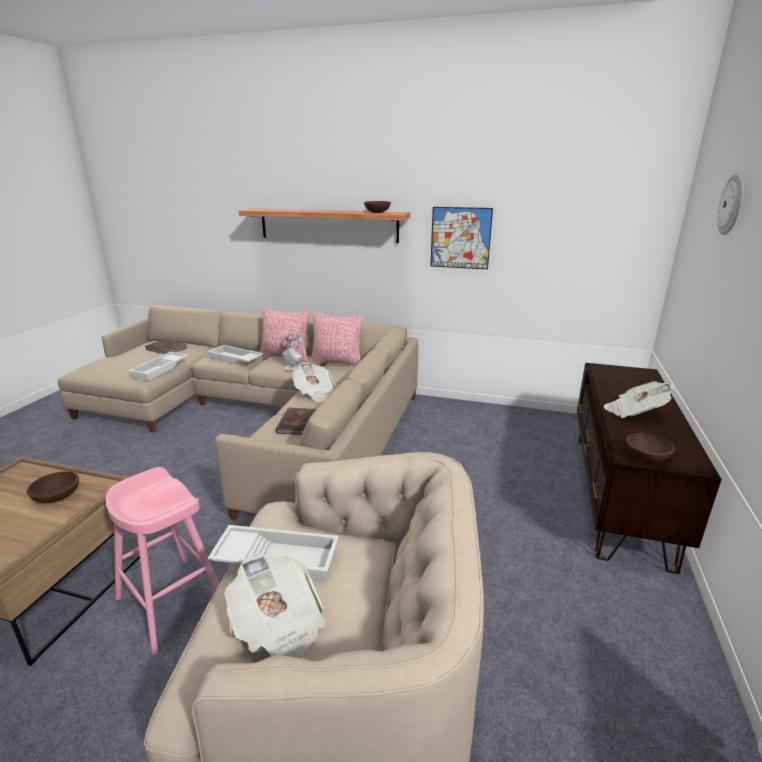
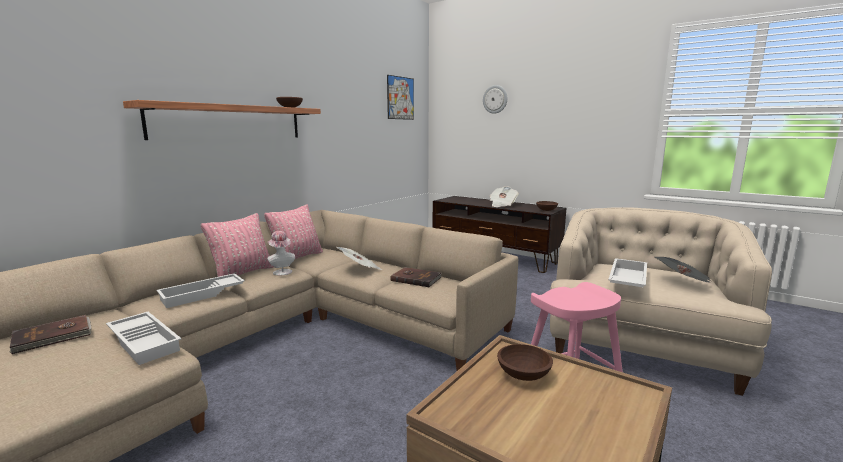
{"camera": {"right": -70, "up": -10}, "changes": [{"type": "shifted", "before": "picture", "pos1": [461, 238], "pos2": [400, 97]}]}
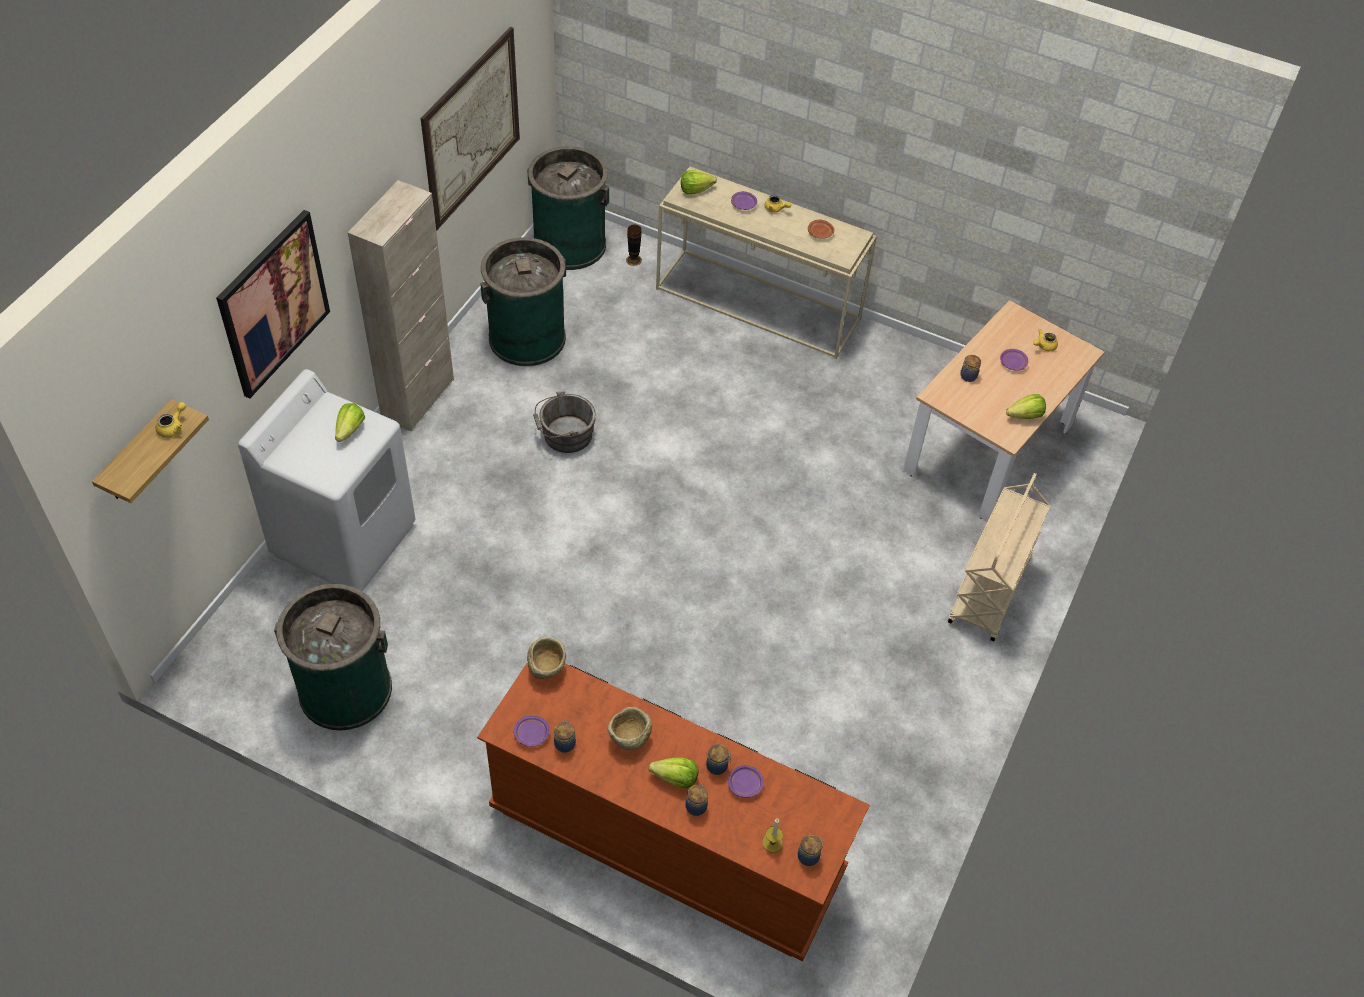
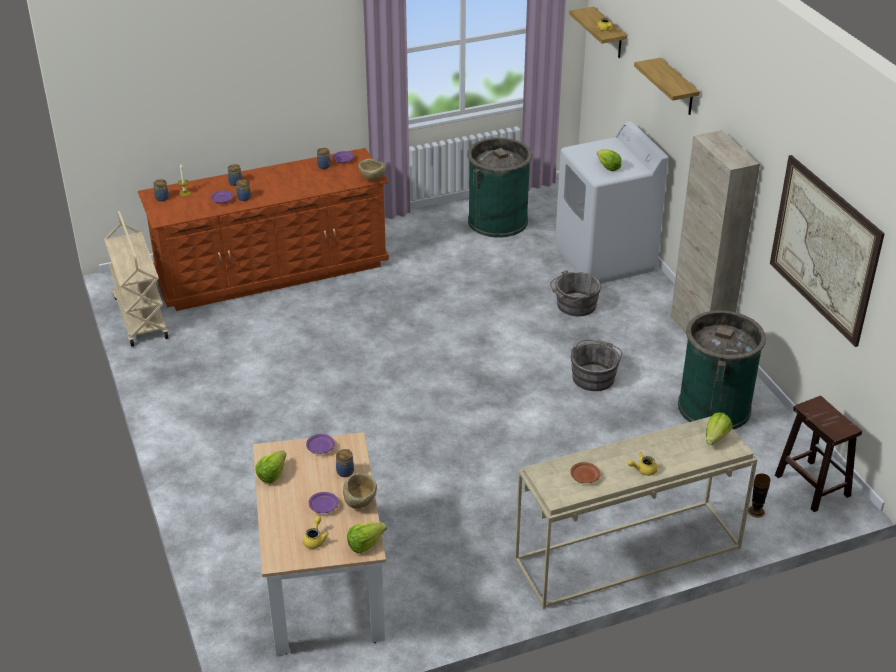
{"camera": {"right": 135, "up": -15}, "changes": [{"type": "shifted", "before": "beige cart", "pos1": [999, 557], "pos2": [136, 279]}, {"type": "shifted", "before": "purple plate", "pos1": [744, 200], "pos2": [320, 444]}, {"type": "shifted", "before": "beige bowl", "pos1": [629, 728], "pos2": [360, 491]}, {"type": "shifted", "before": "lettuce", "pos1": [674, 773], "pos2": [367, 537]}, {"type": "new", "after": "grey bucket", "pos2": [575, 293]}, {"type": "swapped", "before": "picture", "after": "shelf", "pos1": [273, 304], "pos2": [667, 86]}, {"type": "swapped", "before": "green trash can", "after": "brown stool", "pos1": [568, 208], "pos2": [818, 454]}]}
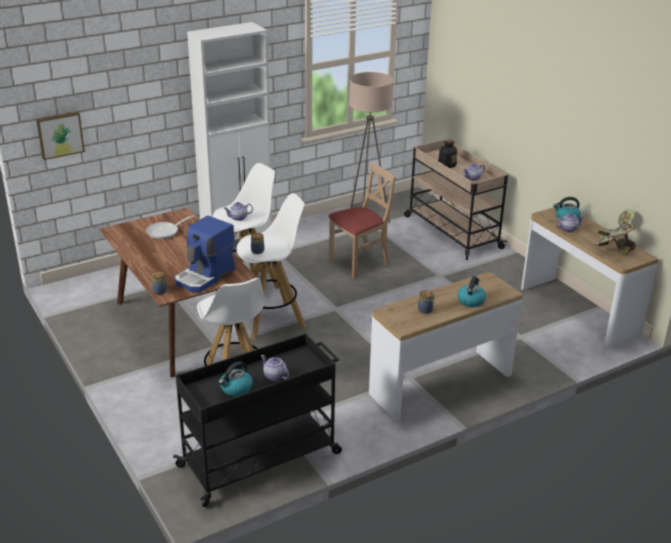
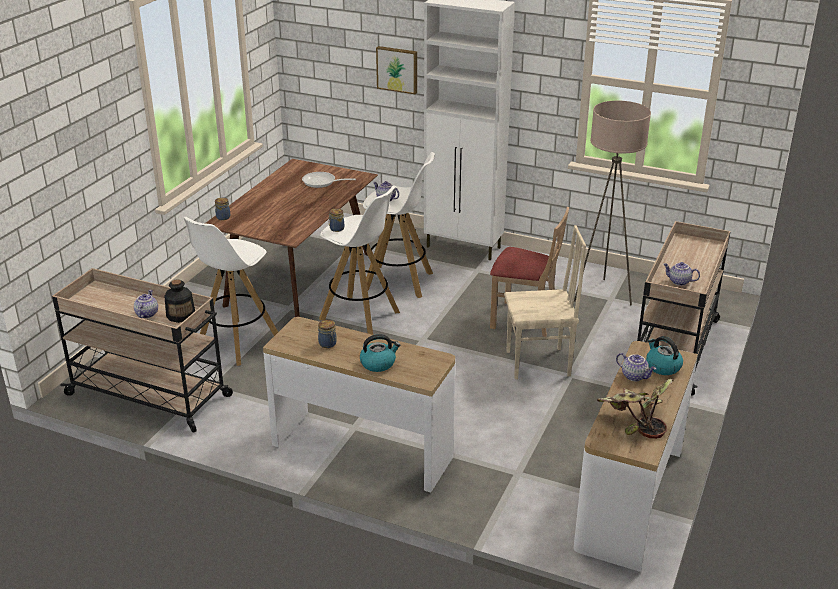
{"camera": {"right": 55, "up": 0}, "changes": [{"type": "repainted", "before": "black cart", "after": "beige cart", "pos1": [257, 420], "pos2": [142, 350]}, {"type": "shifted", "before": "bottle", "pos1": [447, 154], "pos2": [179, 301]}, {"type": "shifted", "before": "picture", "pos1": [60, 136], "pos2": [396, 70]}, {"type": "new", "after": "beige chair", "pos2": [545, 302]}, {"type": "gone", "before": "coffee machine", "pos1": [205, 254]}, {"type": "gone", "before": "kettle", "pos1": [236, 378]}]}
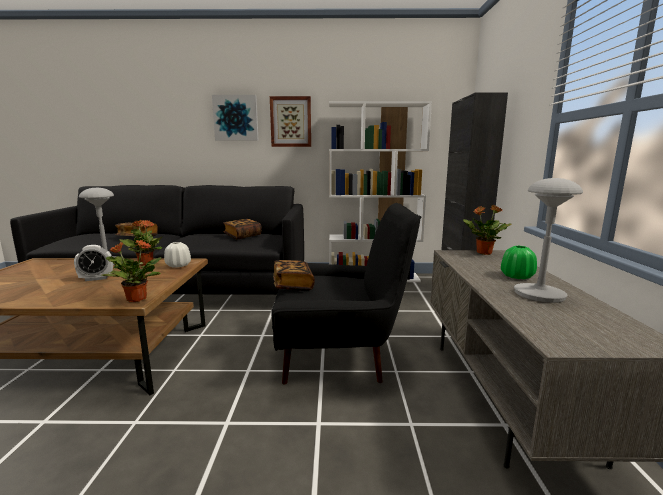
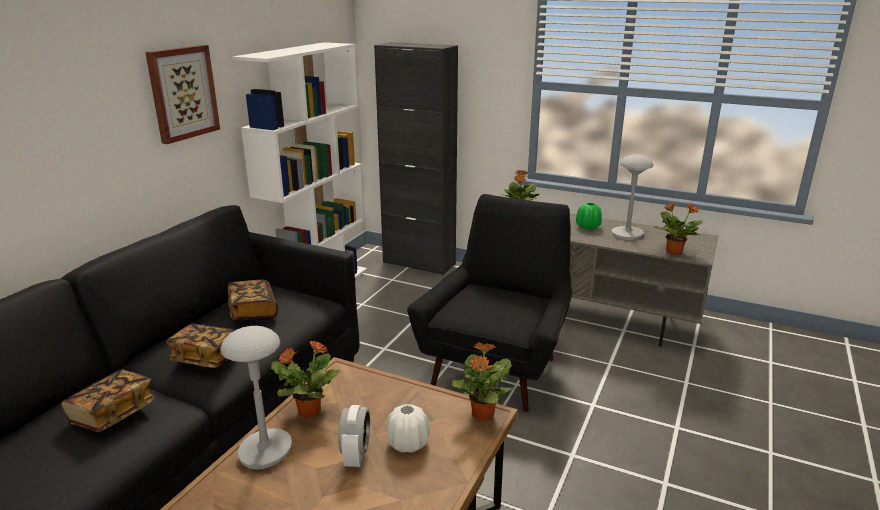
{"camera": {"right": -65, "up": 10}, "changes": [{"type": "shifted", "before": "book", "pos1": [294, 275], "pos2": [200, 346]}, {"type": "shifted", "before": "white vase", "pos1": [177, 255], "pos2": [408, 428]}, {"type": "new", "after": "potted plant", "pos2": [678, 228]}, {"type": "gone", "before": "picture", "pos1": [235, 118]}]}
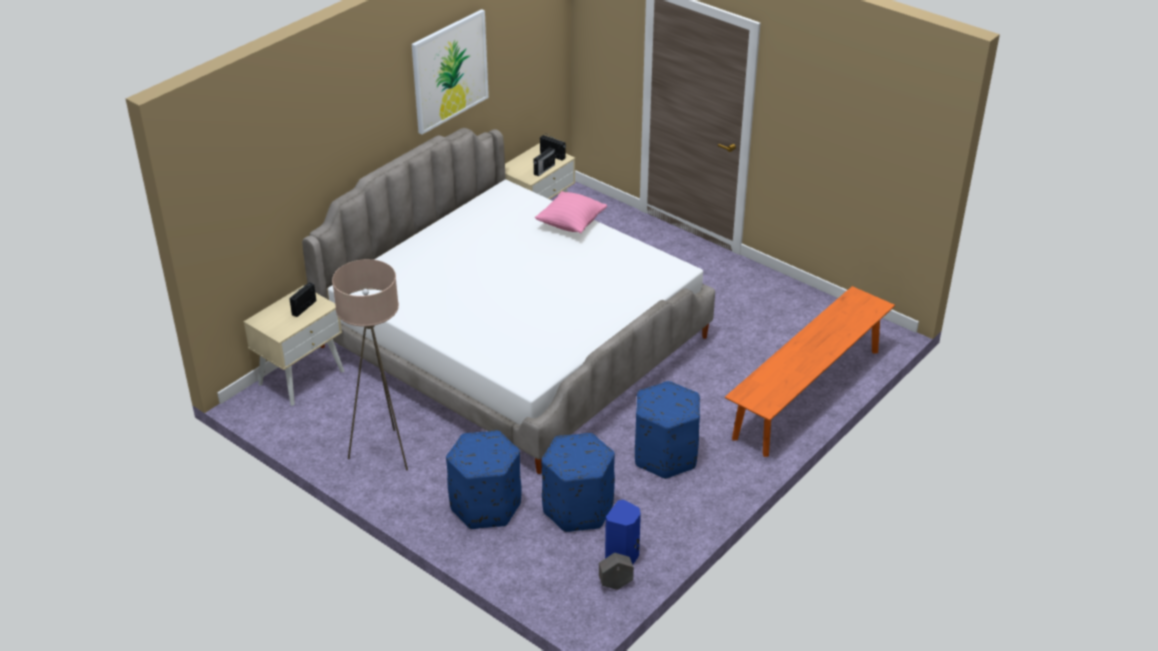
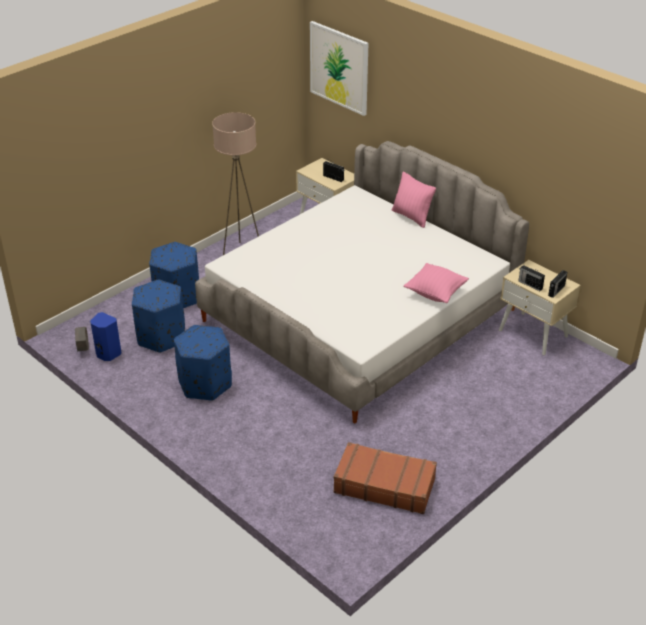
{"camera": {"right": 95, "up": 0}, "changes": [{"type": "shifted", "before": "picture", "pos1": [450, 72], "pos2": [339, 68]}, {"type": "new", "after": "brown suitcase", "pos2": [385, 478]}, {"type": "new", "after": "pink pillow", "pos2": [413, 200]}, {"type": "gone", "before": "orange bench", "pos1": [810, 371]}]}
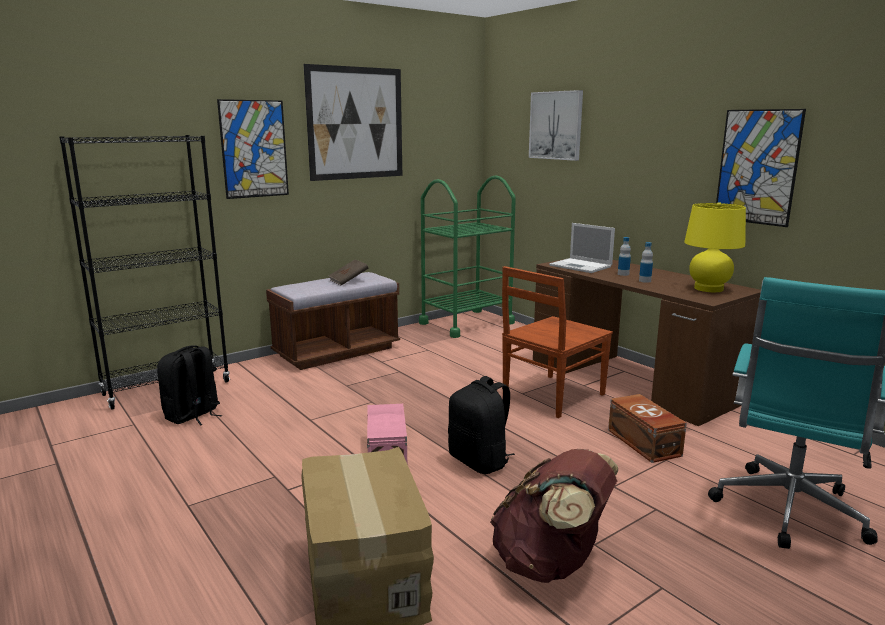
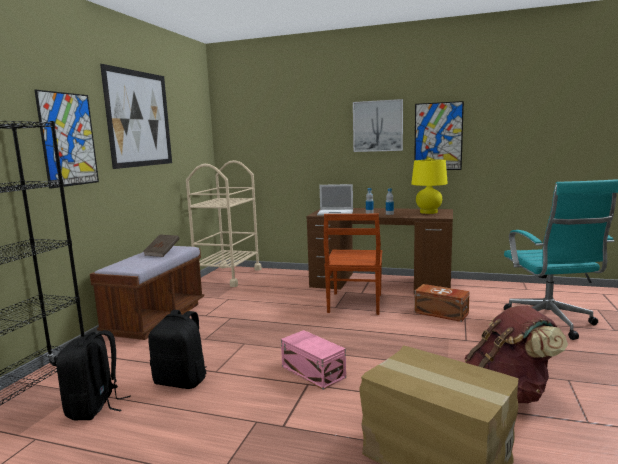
{"camera": {"right": -35, "up": -5}, "changes": [{"type": "shifted", "before": "black backpack", "pos1": [481, 425], "pos2": [177, 349]}, {"type": "repainted", "before": "green cart", "after": "beige cart", "pos1": [467, 257], "pos2": [224, 223]}, {"type": "shifted", "before": "picture", "pos1": [556, 125], "pos2": [378, 125]}]}
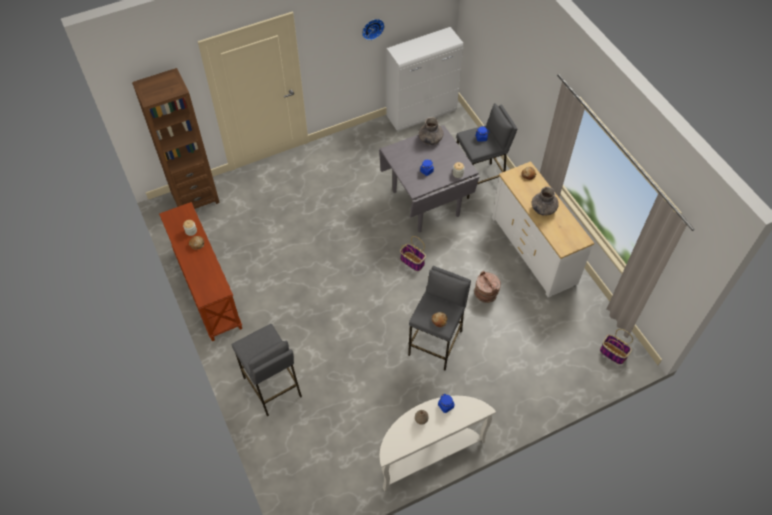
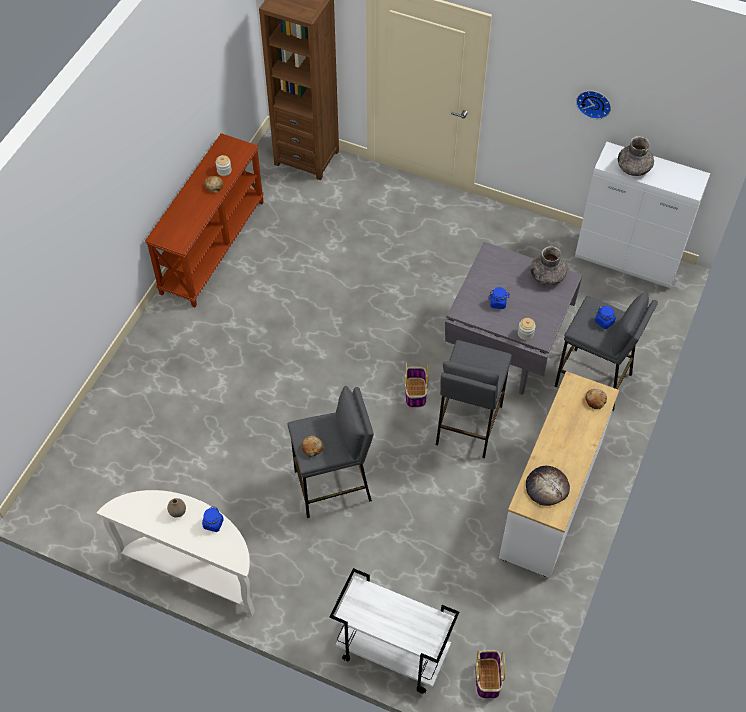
{"camera": {"right": 50, "up": 0}, "changes": [{"type": "new", "after": "white cart", "pos2": [394, 631]}, {"type": "shifted", "before": "grey stool", "pos1": [267, 370], "pos2": [474, 399]}, {"type": "new", "after": "bread", "pos2": [548, 486]}, {"type": "shifted", "before": "grey vase", "pos1": [545, 201], "pos2": [636, 156]}, {"type": "gone", "before": "brown bucket", "pos1": [487, 287]}]}
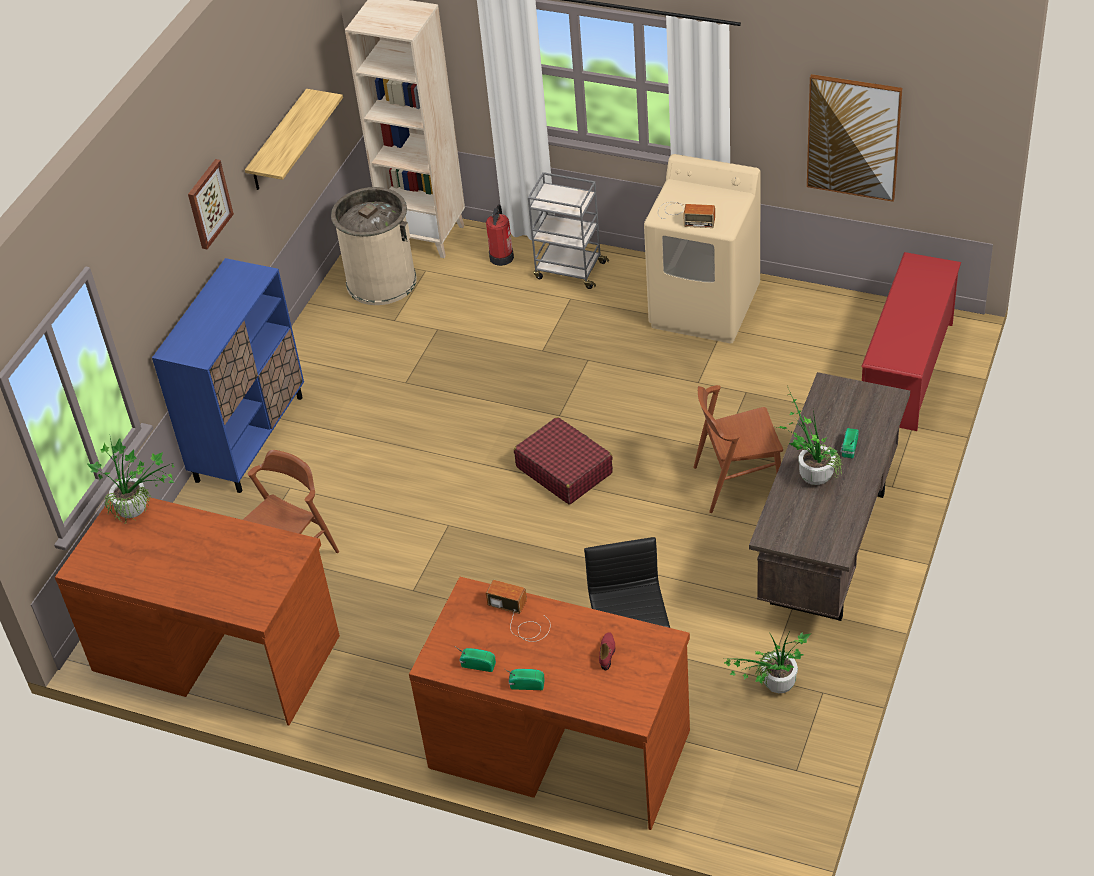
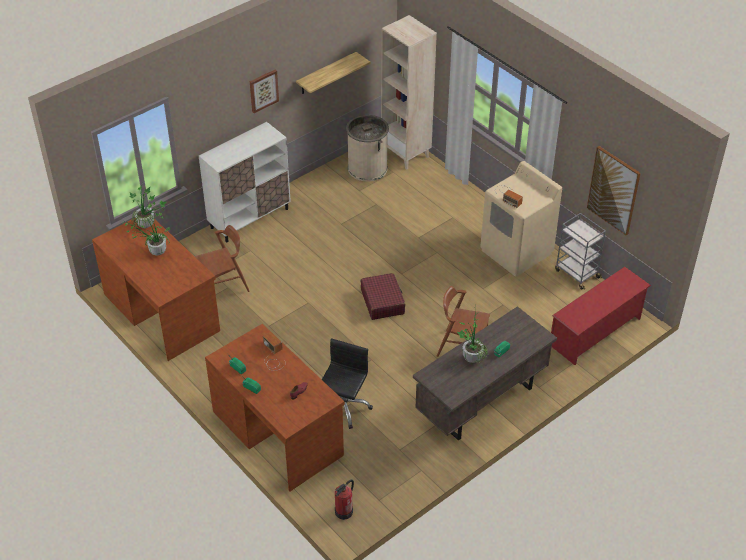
{"camera": {"right": 25, "up": 0}, "changes": [{"type": "shifted", "before": "potted plant", "pos1": [768, 663], "pos2": [147, 237]}, {"type": "repainted", "before": "blue cabinet", "after": "white cabinet", "pos1": [228, 375], "pos2": [245, 182]}, {"type": "shifted", "before": "fire extinguisher", "pos1": [500, 235], "pos2": [344, 500]}, {"type": "shifted", "before": "grey cart", "pos1": [568, 230], "pos2": [580, 251]}]}
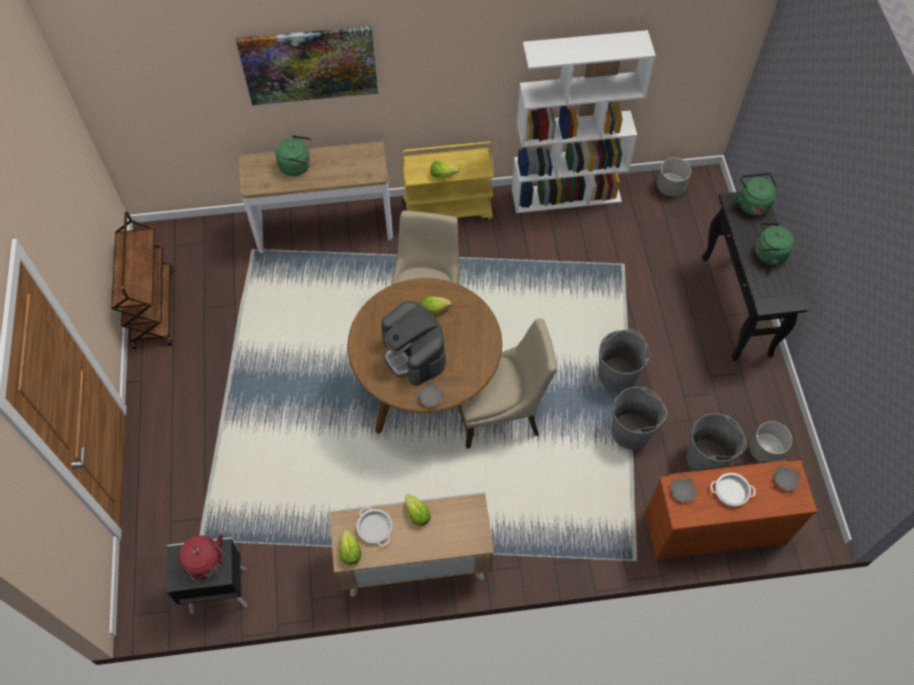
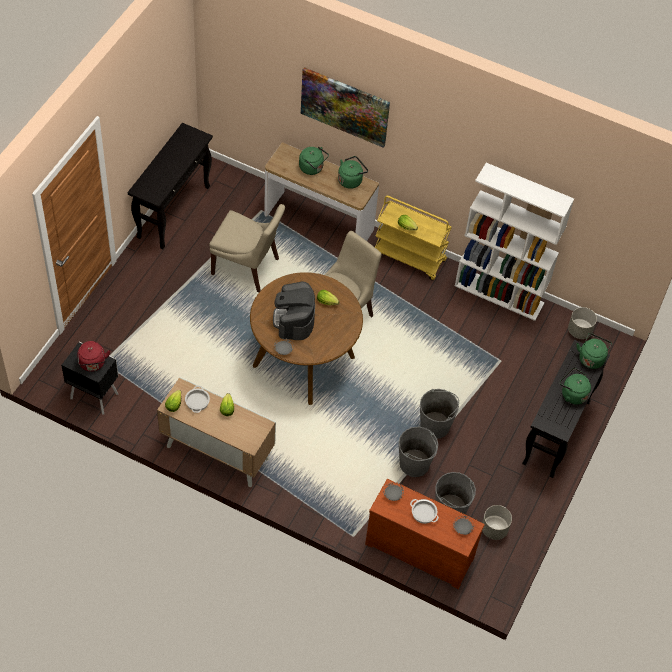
{"camera": {"right": 30, "up": -5}, "changes": [{"type": "swapped", "before": "brown cart", "after": "black console table", "pos1": [142, 280], "pos2": [170, 186]}, {"type": "shifted", "before": "beige chair", "pos1": [509, 383], "pos2": [247, 248]}, {"type": "new", "after": "green kettle", "pos2": [353, 172]}]}
